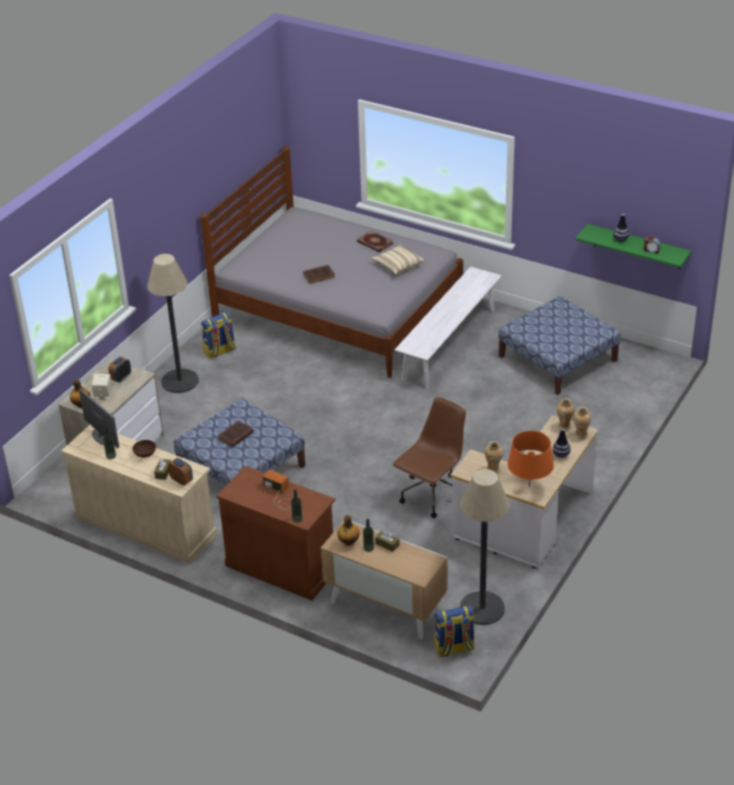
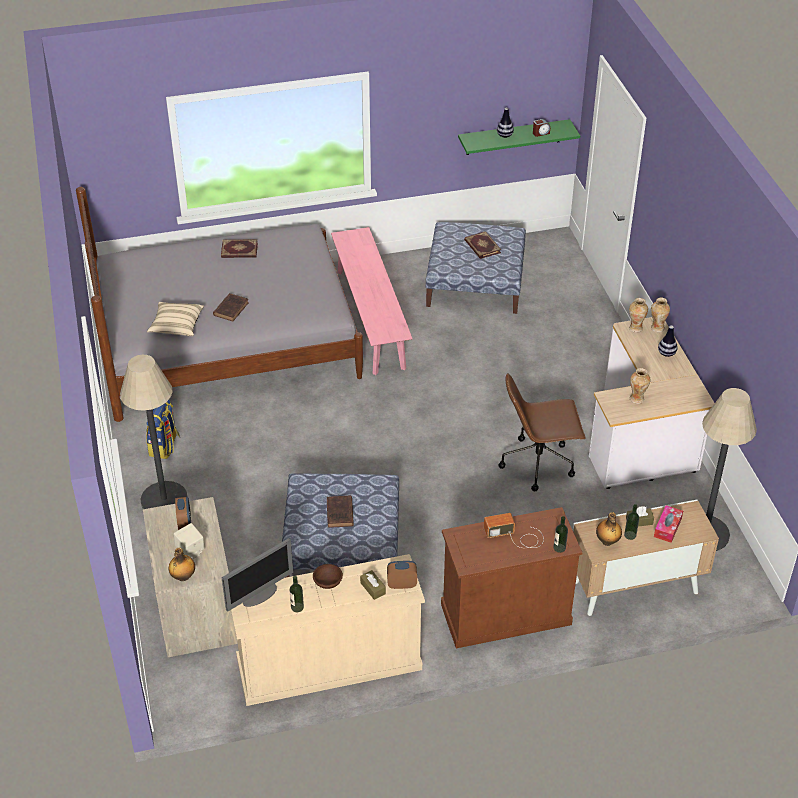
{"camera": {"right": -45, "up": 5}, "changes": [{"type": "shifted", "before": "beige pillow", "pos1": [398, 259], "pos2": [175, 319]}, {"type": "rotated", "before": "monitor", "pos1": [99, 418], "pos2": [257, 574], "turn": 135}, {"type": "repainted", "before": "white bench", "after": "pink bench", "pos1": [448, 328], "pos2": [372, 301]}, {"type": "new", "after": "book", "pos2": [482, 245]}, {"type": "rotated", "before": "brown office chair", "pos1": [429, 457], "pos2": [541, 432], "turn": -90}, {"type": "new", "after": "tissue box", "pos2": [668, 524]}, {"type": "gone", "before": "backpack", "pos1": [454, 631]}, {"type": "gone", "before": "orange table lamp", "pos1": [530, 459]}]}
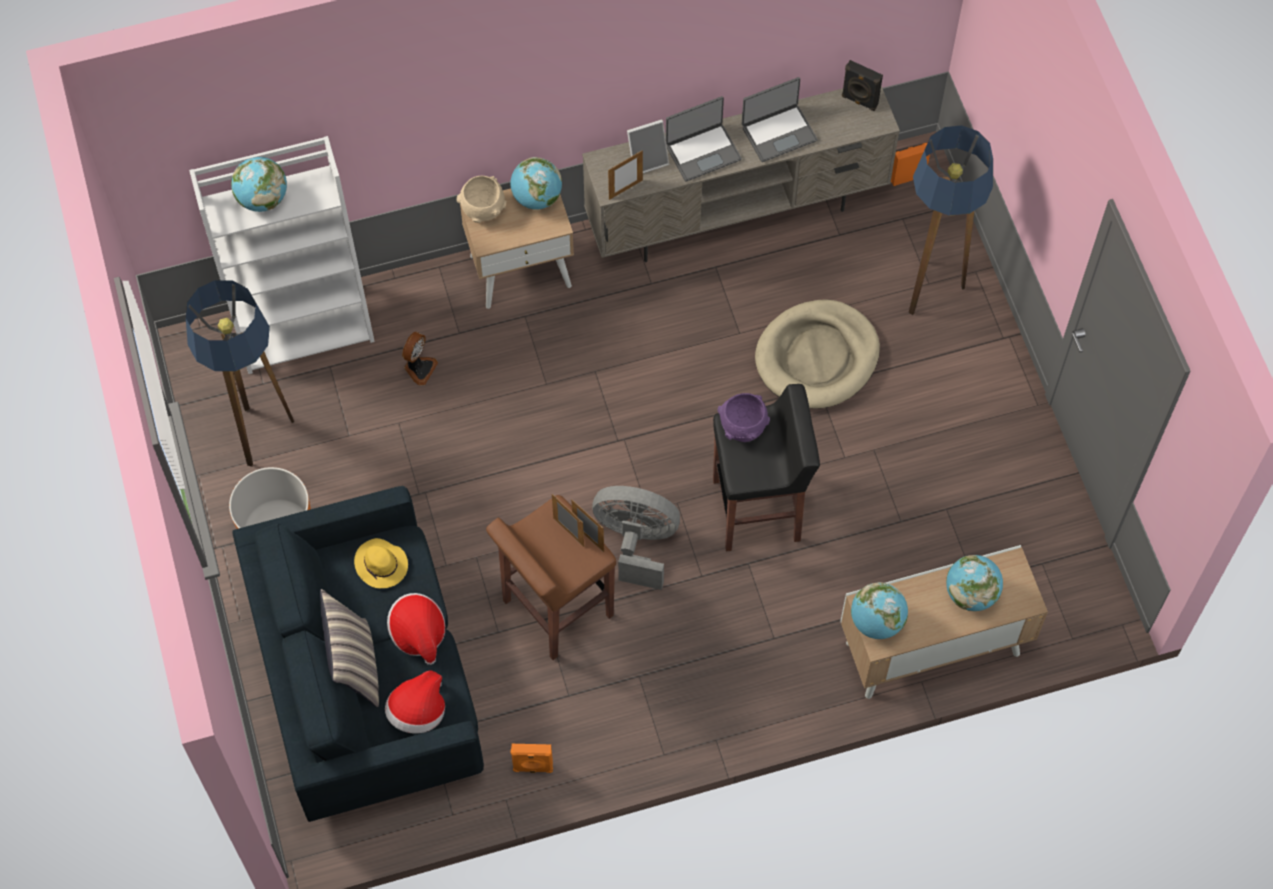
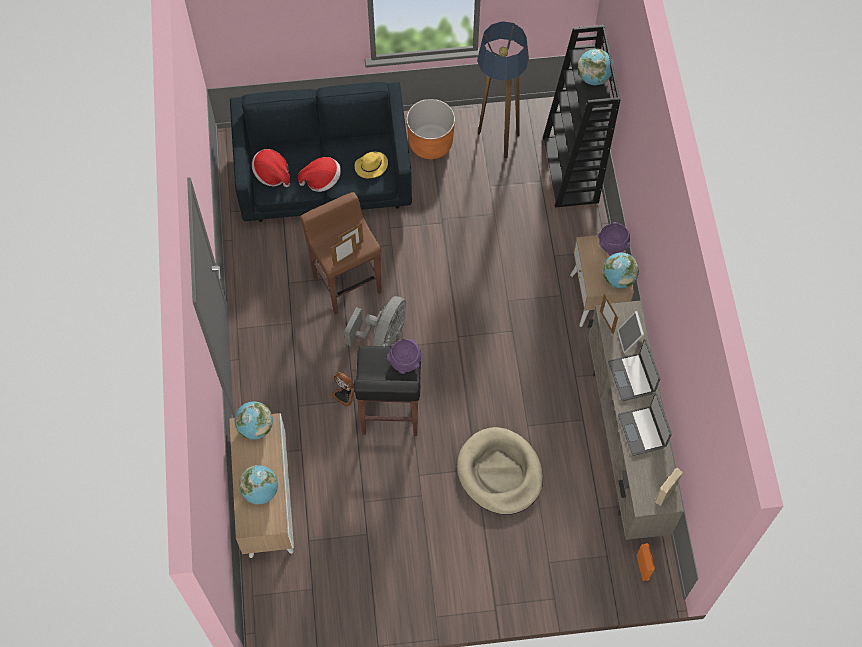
{"camera": {"right": 100, "up": 0}, "changes": [{"type": "shifted", "before": "fan", "pos1": [420, 359], "pos2": [342, 389]}, {"type": "repainted", "before": "white bookcase", "after": "black bookcase", "pos1": [282, 255], "pos2": [582, 116]}, {"type": "repainted", "before": "beige bowl", "after": "purple bowl", "pos1": [481, 199], "pos2": [614, 239]}, {"type": "repainted", "before": "black speaker", "after": "beige speaker", "pos1": [862, 85], "pos2": [669, 487]}, {"type": "gone", "before": "pillow", "pos1": [349, 648]}, {"type": "gone", "before": "orange speaker", "pos1": [532, 758]}, {"type": "gone", "before": "floor lamp", "pos1": [950, 220]}]}
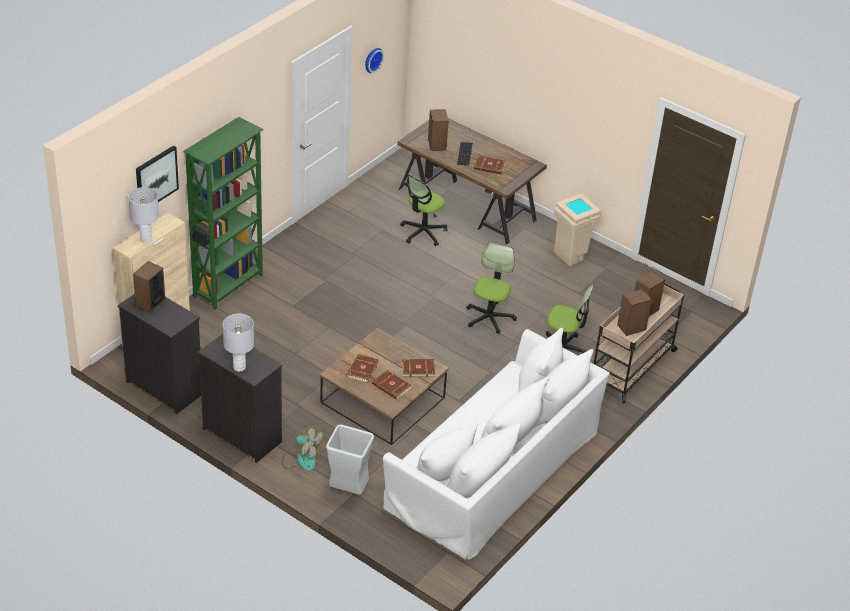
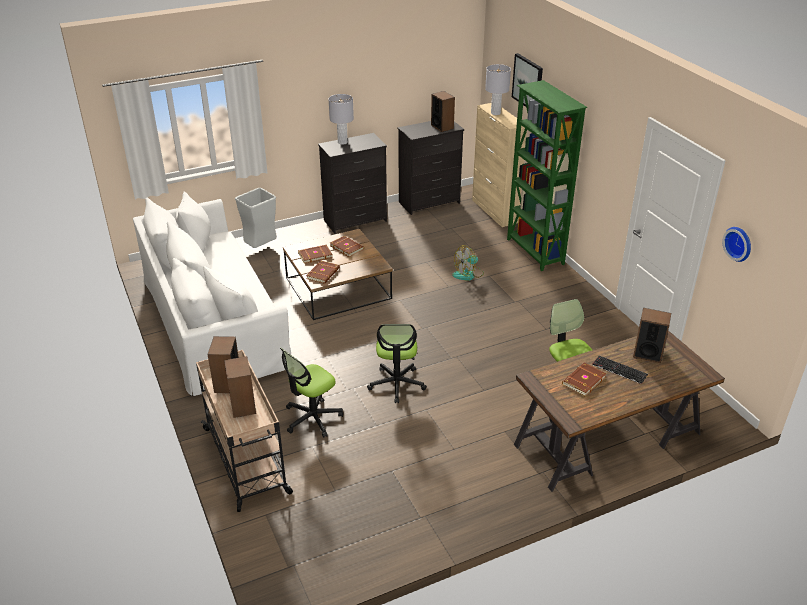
{"camera": {"right": 120, "up": -5}, "changes": [{"type": "rotated", "before": "office chair", "pos1": [491, 288], "pos2": [397, 363], "turn": 45}, {"type": "shifted", "before": "fan", "pos1": [303, 448], "pos2": [468, 263]}, {"type": "gone", "before": "beige trash can", "pos1": [577, 230]}]}
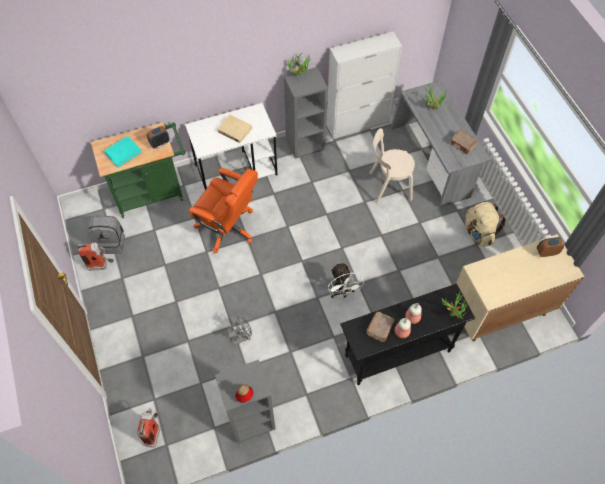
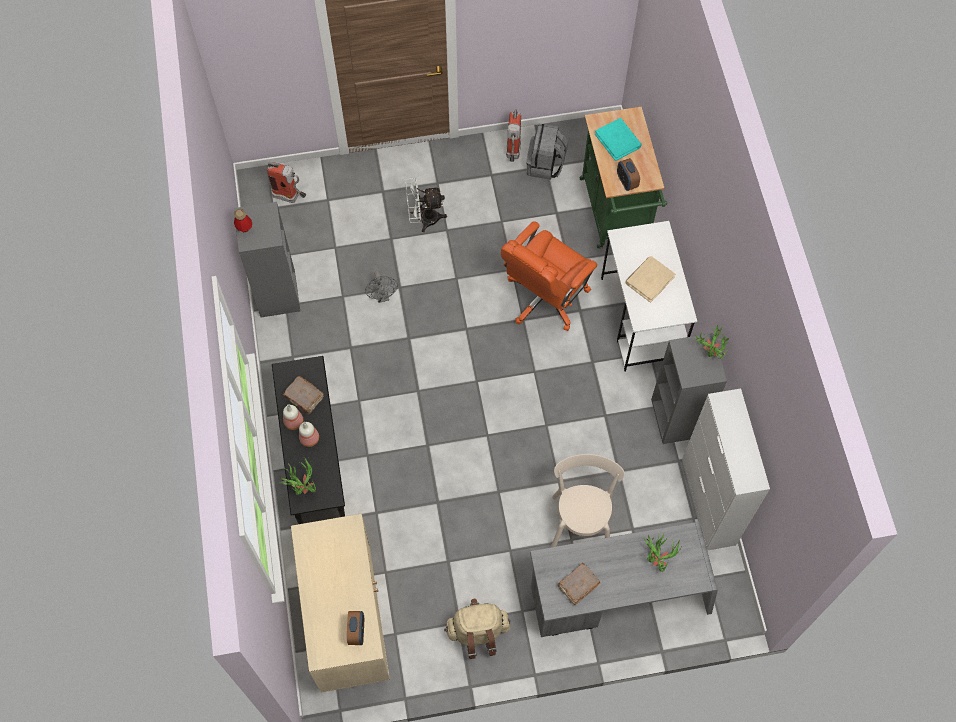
{"camera": {"right": 100, "up": 5}, "changes": [{"type": "shifted", "before": "white fan", "pos1": [346, 280], "pos2": [426, 205]}]}
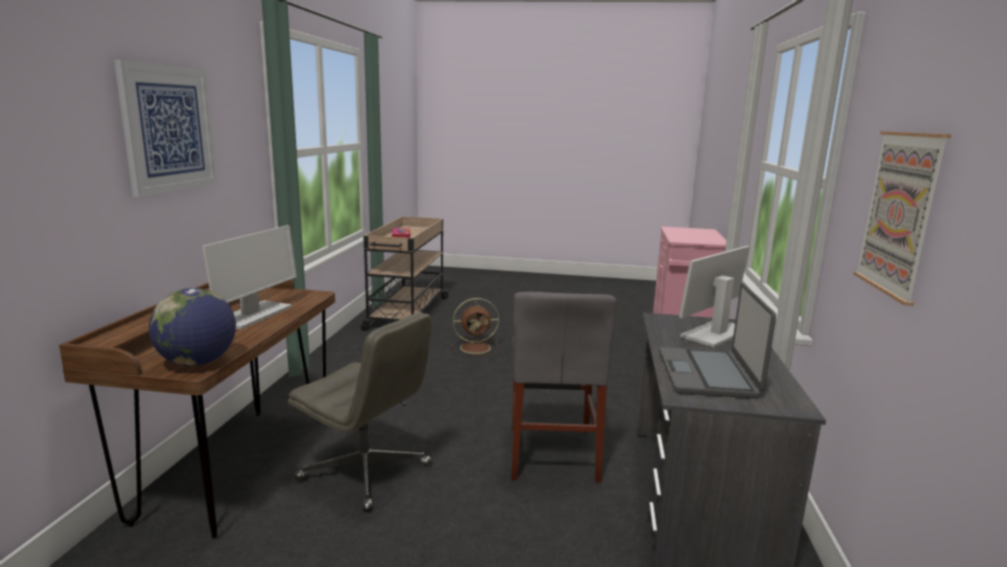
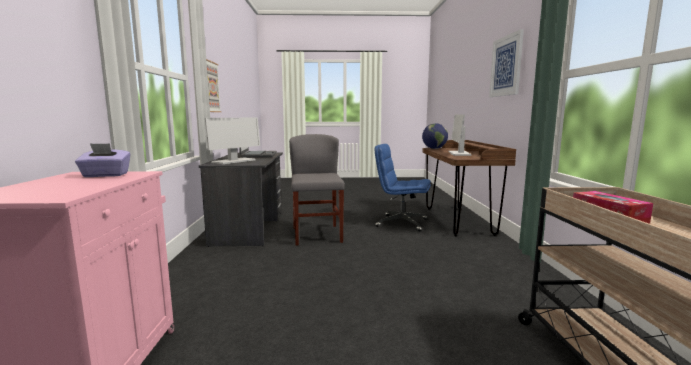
{"camera": {"right": 170, "up": -5}, "changes": [{"type": "new", "after": "purple tissue box", "pos2": [103, 160]}, {"type": "repainted", "before": "grey office chair", "after": "blue office chair", "pos1": [360, 412], "pos2": [403, 188]}, {"type": "gone", "before": "brown fan", "pos1": [475, 327]}]}
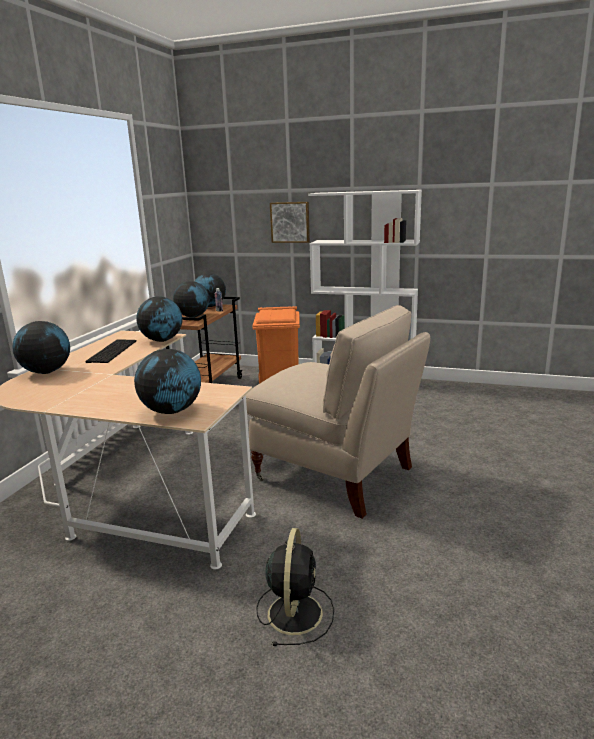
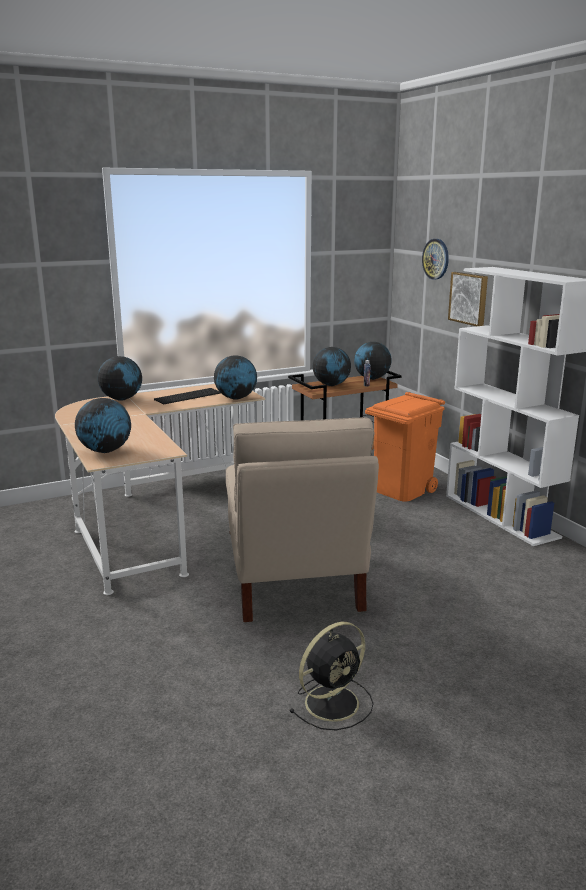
{"camera": {"right": 45, "up": 0}, "changes": [{"type": "shifted", "before": "black fan", "pos1": [295, 587], "pos2": [331, 676]}, {"type": "new", "after": "wall clock", "pos2": [435, 259]}]}
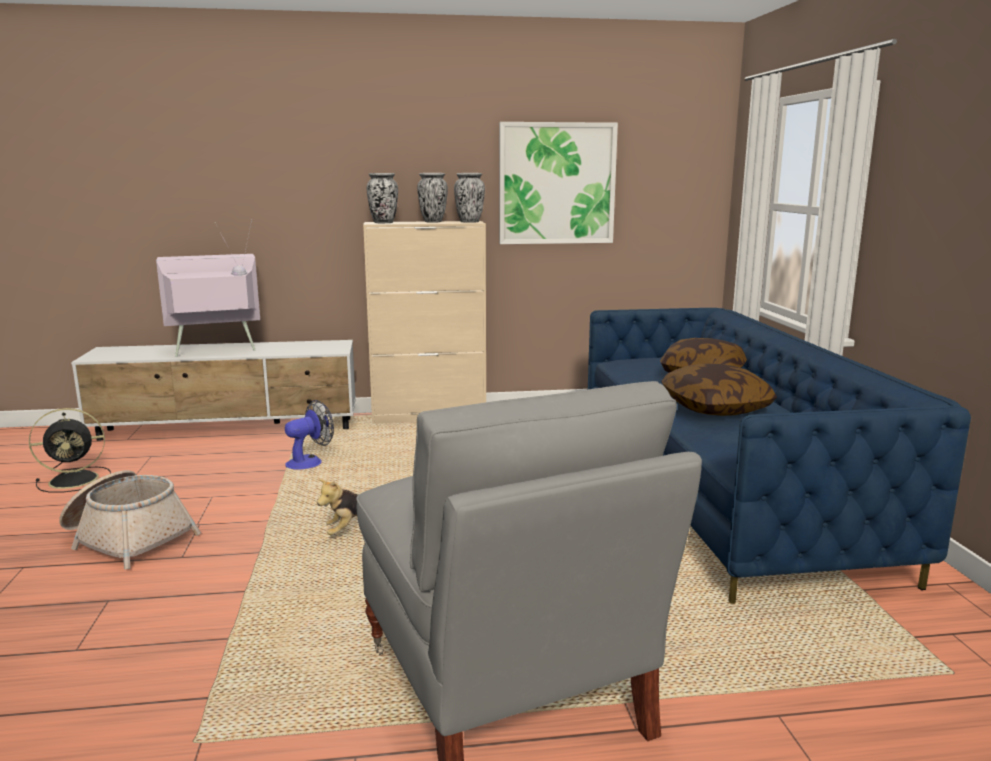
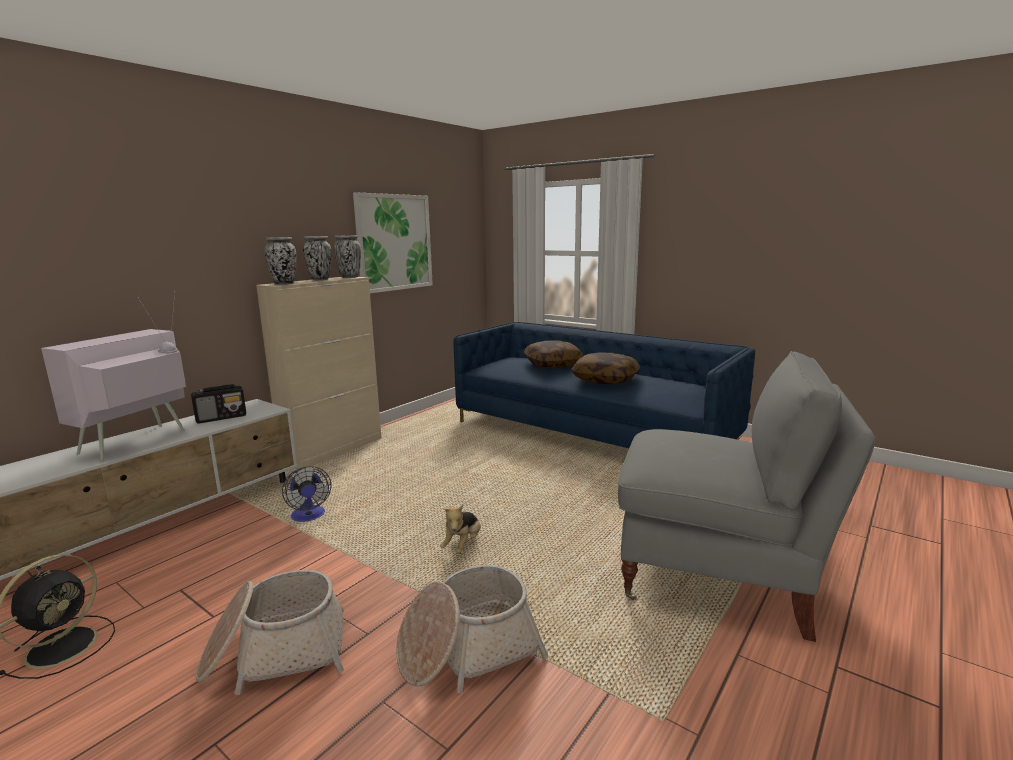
{"camera": {"right": -45, "up": 0}, "changes": [{"type": "new", "after": "radio", "pos2": [218, 404]}, {"type": "rotated", "before": "fan", "pos1": [309, 435], "pos2": [306, 494], "turn": 150}, {"type": "new", "after": "basket", "pos2": [472, 629]}]}
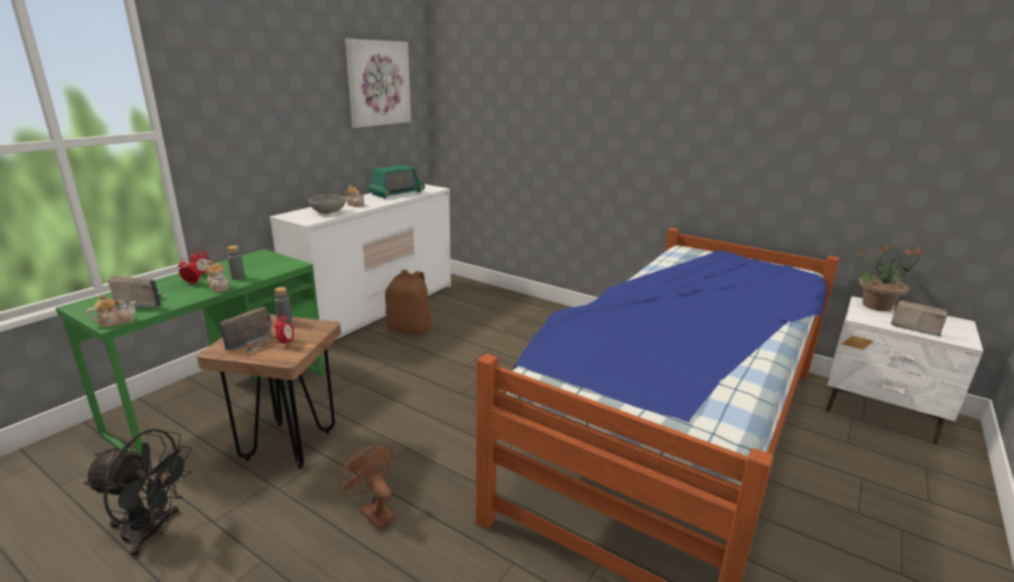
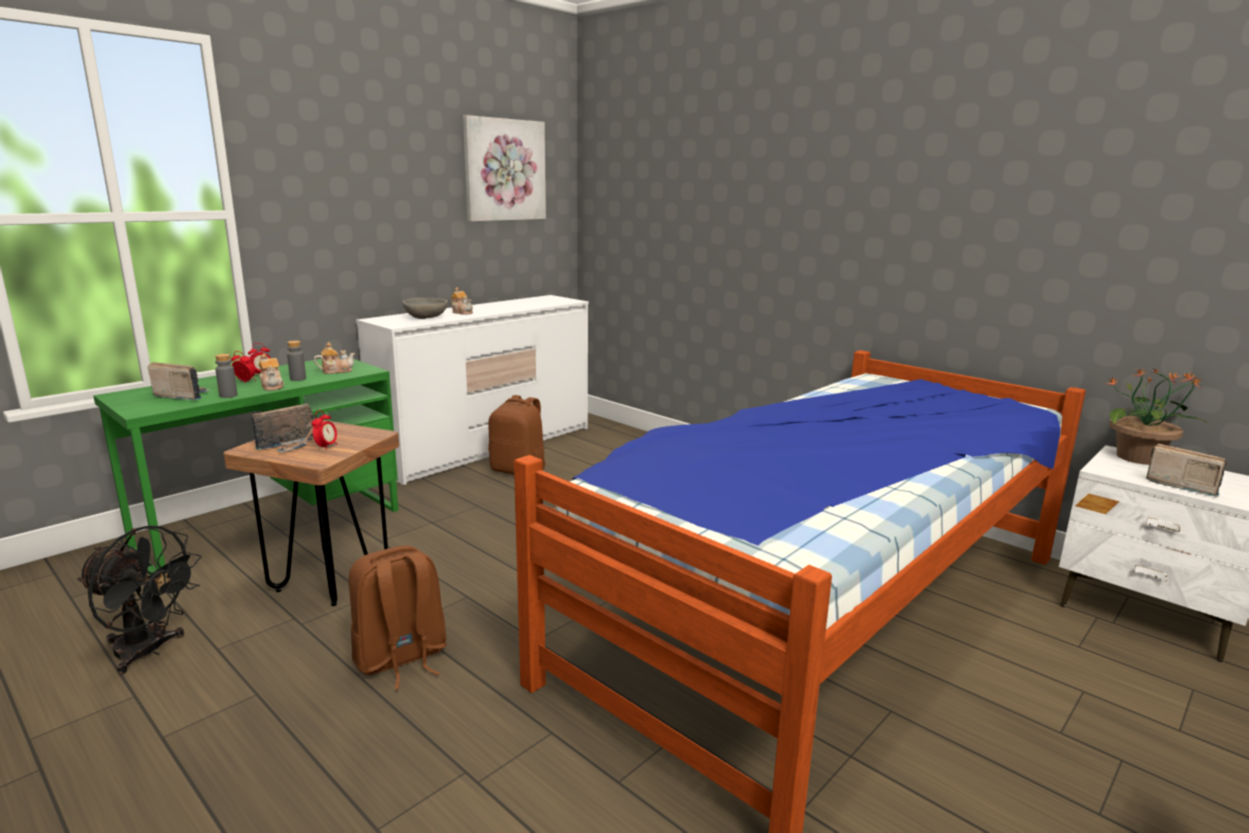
{"camera": {"right": 10, "up": -5}, "changes": [{"type": "shifted", "before": "grey bottle", "pos1": [283, 305], "pos2": [226, 376]}, {"type": "shifted", "before": "teapot", "pos1": [112, 310], "pos2": [335, 358]}, {"type": "swapped", "before": "brown fan", "after": "brown backpack", "pos1": [366, 487], "pos2": [398, 617]}, {"type": "gone", "before": "radio", "pos1": [396, 181]}]}
